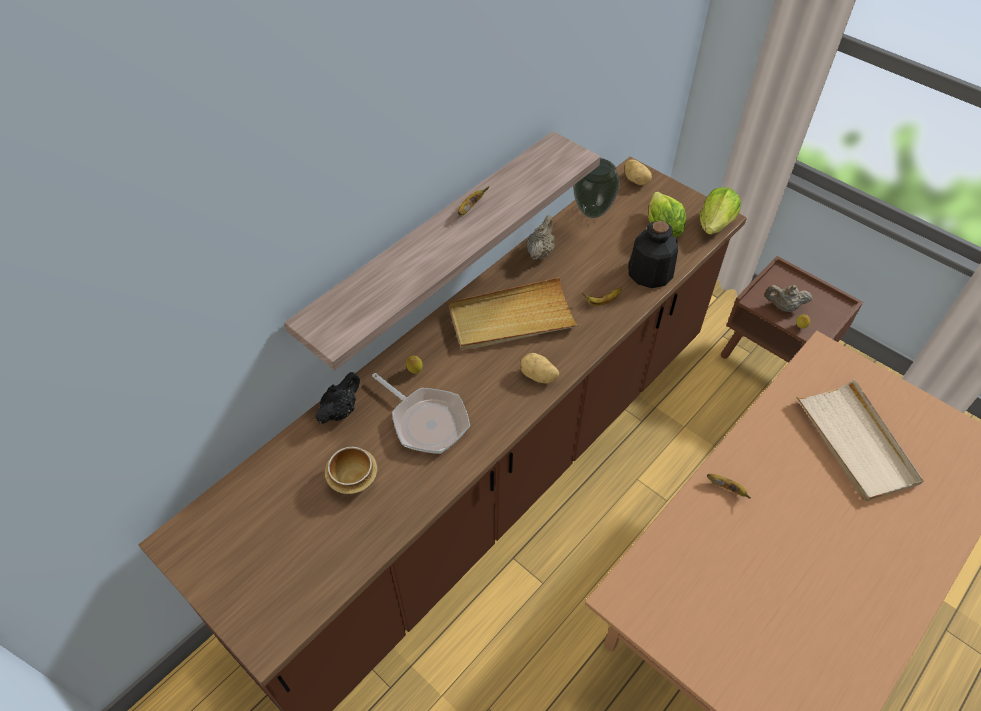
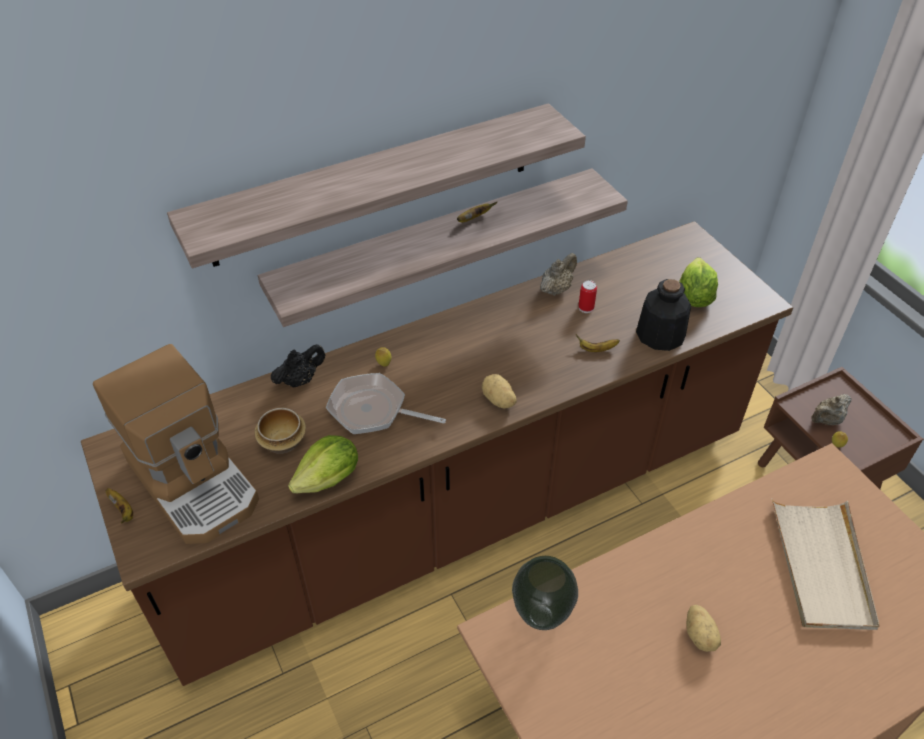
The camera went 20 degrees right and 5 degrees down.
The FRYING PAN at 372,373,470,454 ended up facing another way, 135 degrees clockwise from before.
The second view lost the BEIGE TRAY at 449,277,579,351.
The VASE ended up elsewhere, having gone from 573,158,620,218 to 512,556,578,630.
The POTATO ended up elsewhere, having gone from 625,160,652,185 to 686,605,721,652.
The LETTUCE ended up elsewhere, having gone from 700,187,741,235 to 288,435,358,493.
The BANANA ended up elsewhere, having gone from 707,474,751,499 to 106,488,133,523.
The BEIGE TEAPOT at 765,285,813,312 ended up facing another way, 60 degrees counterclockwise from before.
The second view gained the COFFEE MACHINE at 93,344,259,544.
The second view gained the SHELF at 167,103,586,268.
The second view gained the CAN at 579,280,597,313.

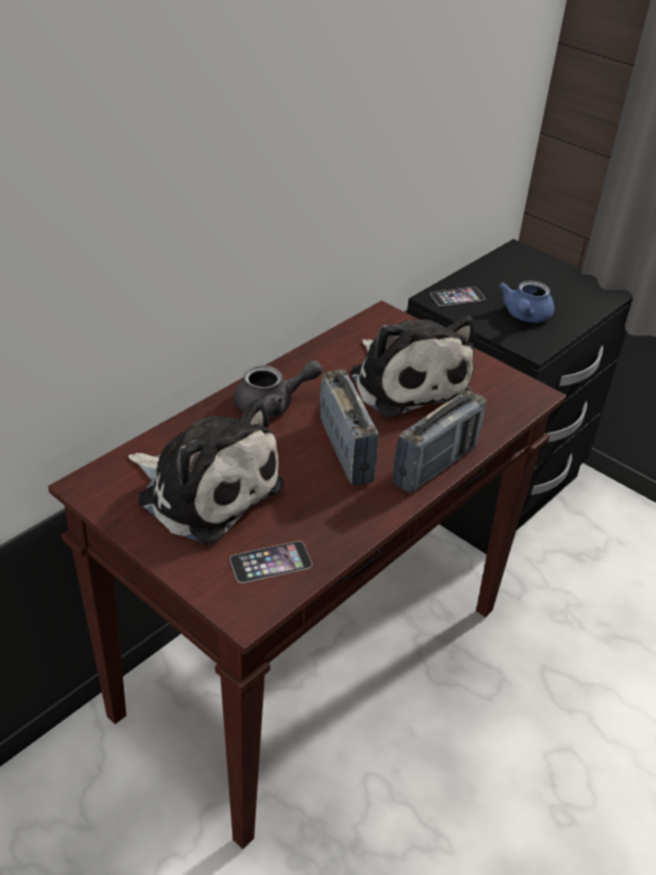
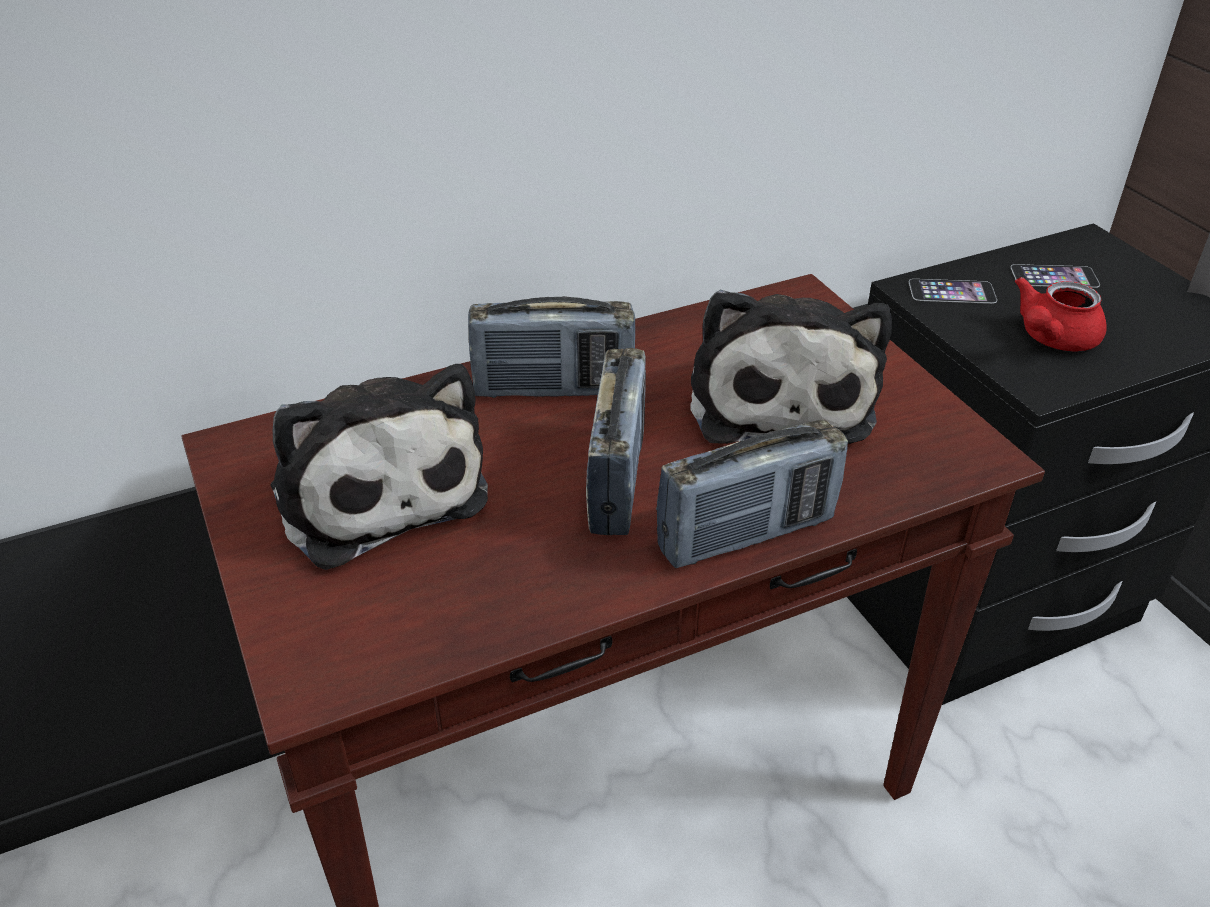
The camera went 25 degrees right and 0 degrees up.
The PHONE ended up elsewhere, having gone from 230,541,313,583 to 1011,264,1100,288.
Where the GREY TEAPOT stood at 234,360,323,418, the RADIO came to stand at 468,296,635,398.
What was the BLUE TEAPOT at 499,281,554,323 turned into the RED TEAPOT at 1015,277,1107,351.

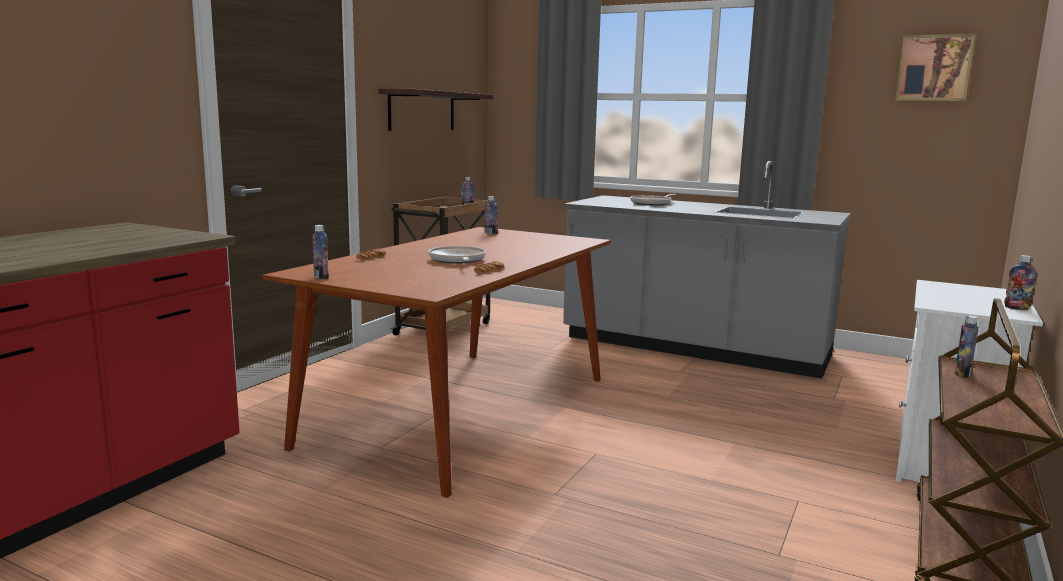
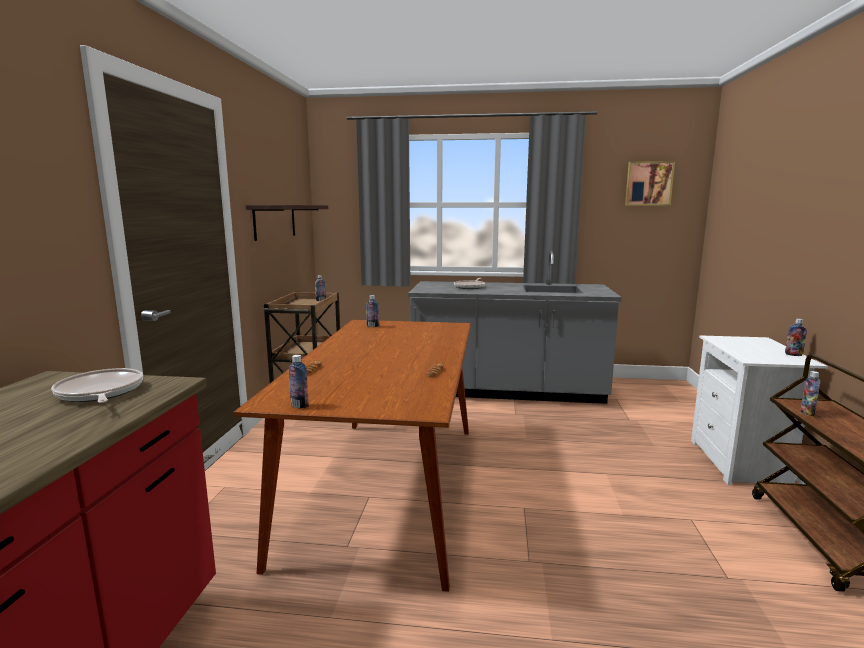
The camera went 20 degrees left and 0 degrees up.
The FRYING PAN ended up elsewhere, having gone from 428,246,486,264 to 51,368,143,403.

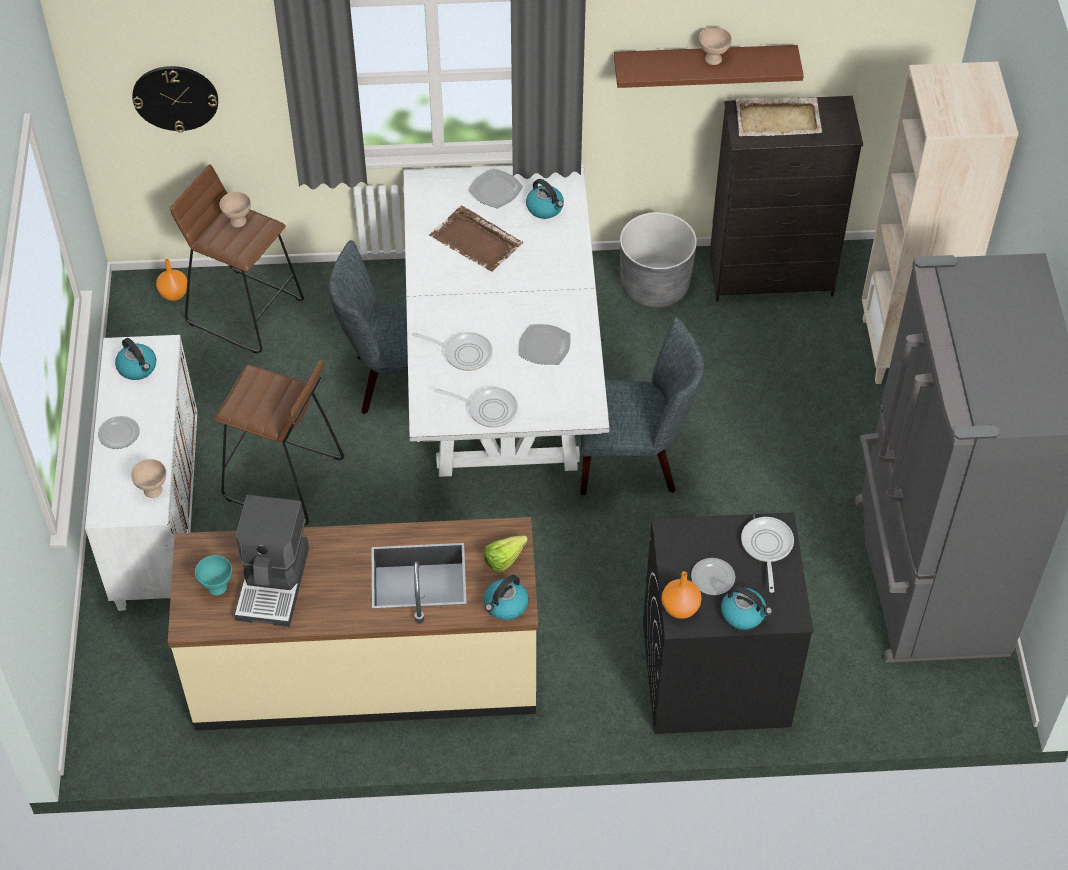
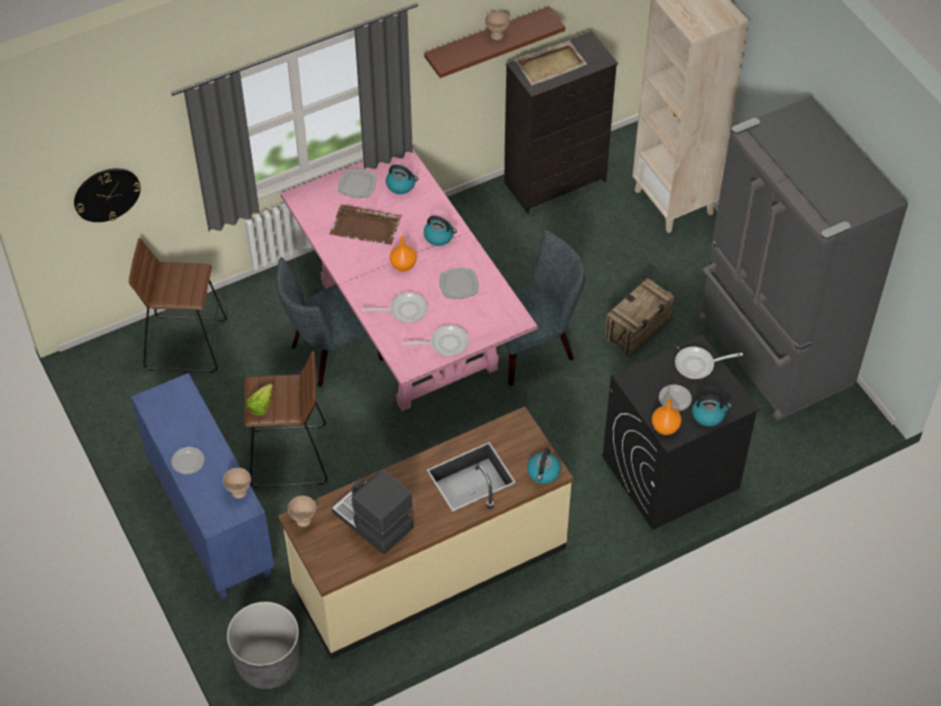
The camera went 25 degrees left and 0 degrees up.
What was the WHITE CABINET at 85,335,197,611 turned into the BLUE CABINET at 131,373,274,598.
The KETTLE ended up elsewhere, having gone from 115,338,156,380 to 424,216,457,246.
The ORANGE VASE ended up elsewhere, having gone from 156,259,187,301 to 390,236,417,272.
The second view lost the TURQUOISE BOWL at 195,555,232,596.
The BEIGE BOWL ended up elsewhere, having gone from 219,192,251,227 to 288,496,316,527.
The COFFEE MACHINE at 234,495,309,627 ended up facing another way, 150 degrees clockwise from before.
What was the WHITE DINING TABLE at 403,163,610,477 turned into the PINK DINING TABLE at 280,149,538,411.
The LETTUCE ended up elsewhere, having gone from 483,536,528,573 to 246,384,273,416.
The GREY PLANTER ended up elsewhere, having gone from 620,212,697,308 to 227,602,300,689.
The FRYING PAN at 741,517,794,593 ended up facing another way, 75 degrees counterclockwise from before.
The second view gained the CRATE at 604,278,674,355.

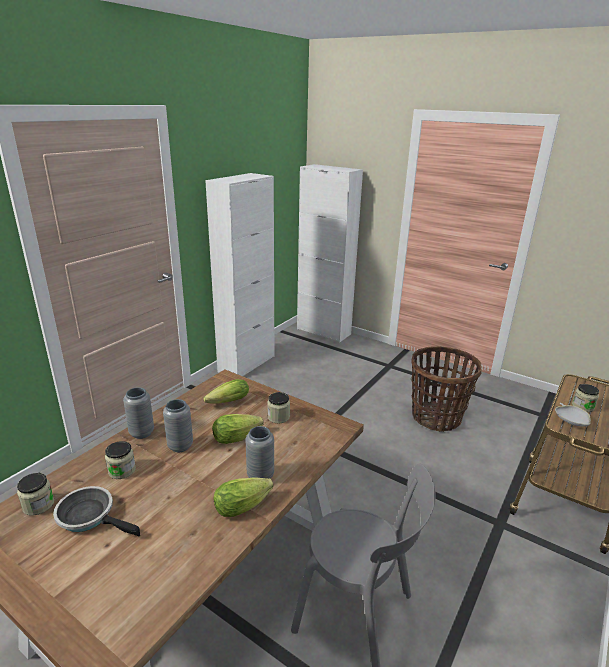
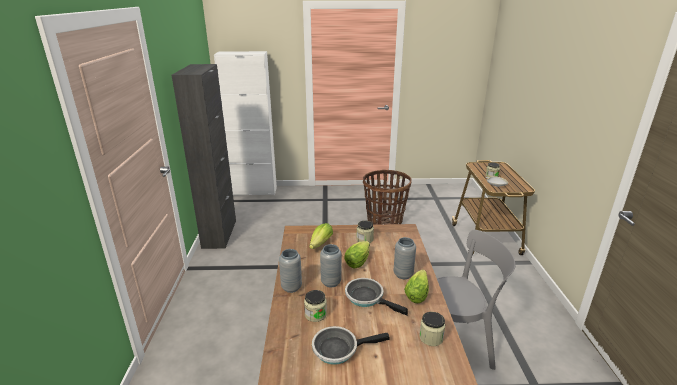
The camera went 35 degrees left and 0 degrees up.
The JAR ended up elsewhere, having gone from 17,473,54,515 to 419,312,445,346.
What was the WHITE CABINET at 205,173,274,376 turned into the BLACK CABINET at 172,64,236,249.
The second view gained the FRYING PAN at 345,278,408,315.

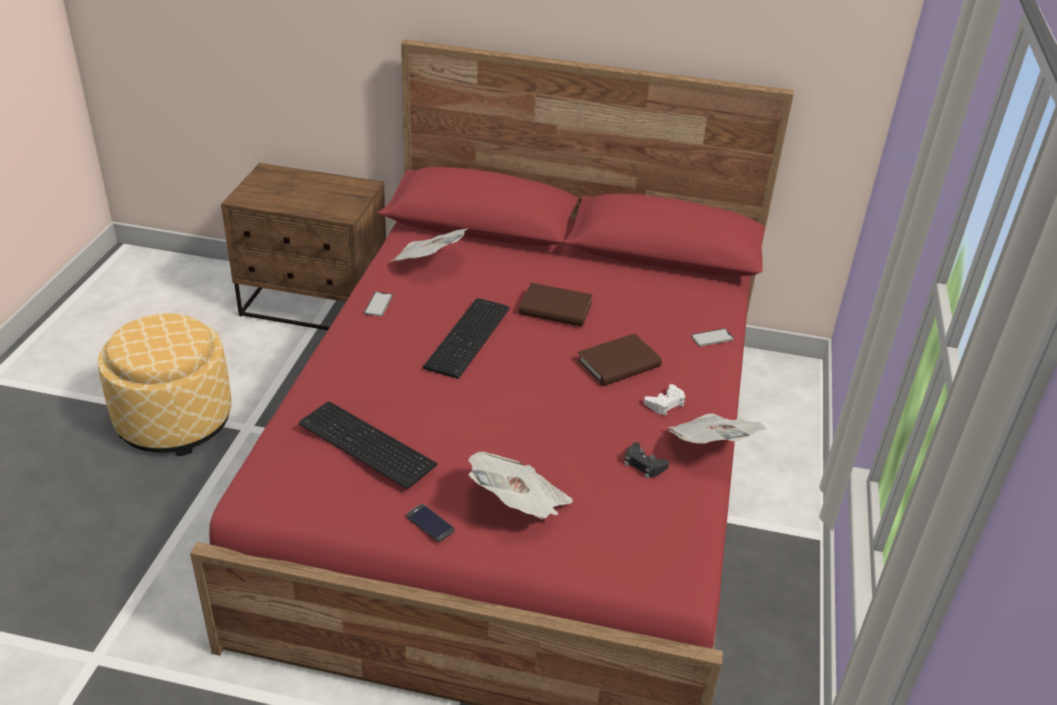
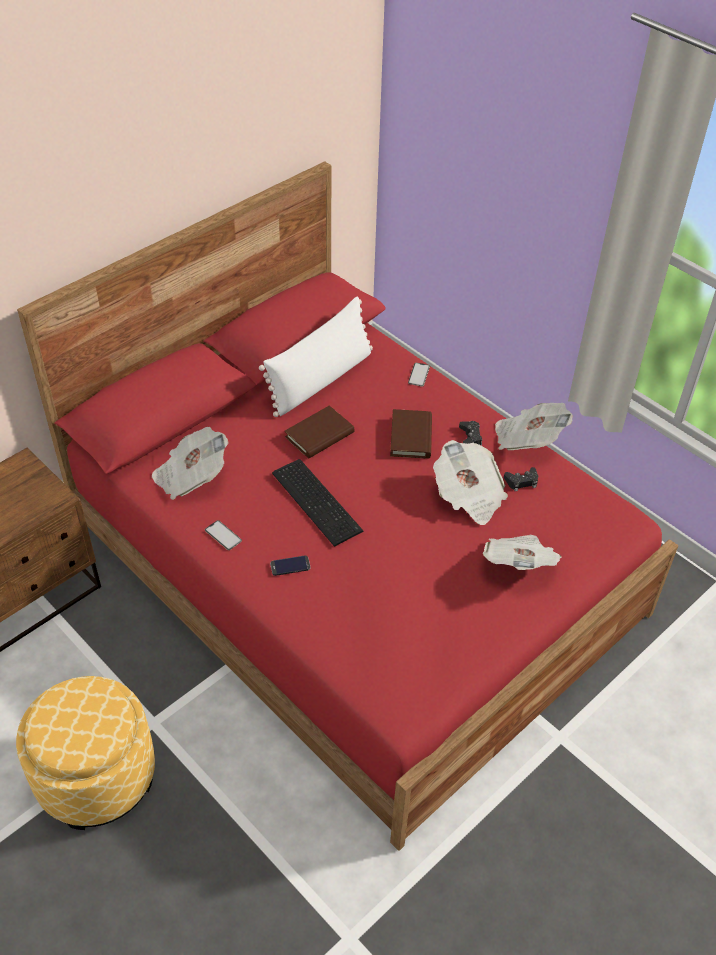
The camera went 55 degrees left and 10 degrees up.
The second view lost the KEYBOARD at 299,402,438,489.
The PHONE ended up elsewhere, having gone from 406,504,454,542 to 270,556,310,576.
What was the WHITE GAME CONTROLLER at 644,384,685,416 turned into the BLACK GAME CONTROLLER at 459,421,482,445.
The second view gained the WHITE PILLOW at 259,297,373,417.
The second view gained the NEWSPAPER at 433,440,508,525.

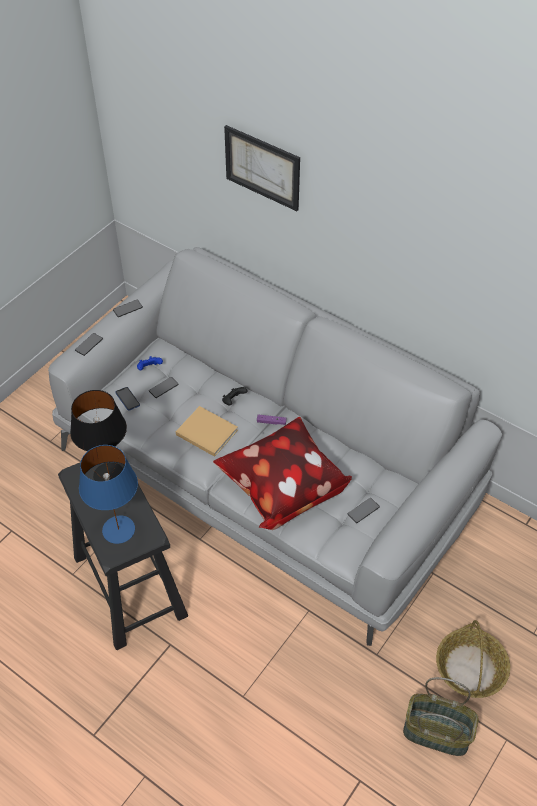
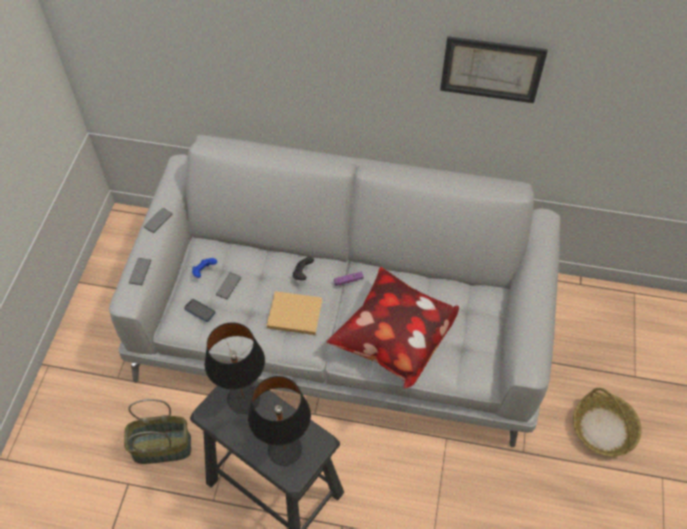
The camera went 25 degrees left and 5 degrees up.
What was the BLUE TABLE LAMP at 79,445,138,544 turned into the BLACK TABLE LAMP at 248,376,311,466.
The PICTURE ended up elsewhere, having gone from 224,125,300,211 to 440,36,548,103.
The second view lost the PHONE at 348,498,380,523.
The BASKET ended up elsewhere, having gone from 403,677,479,756 to 124,399,191,464.

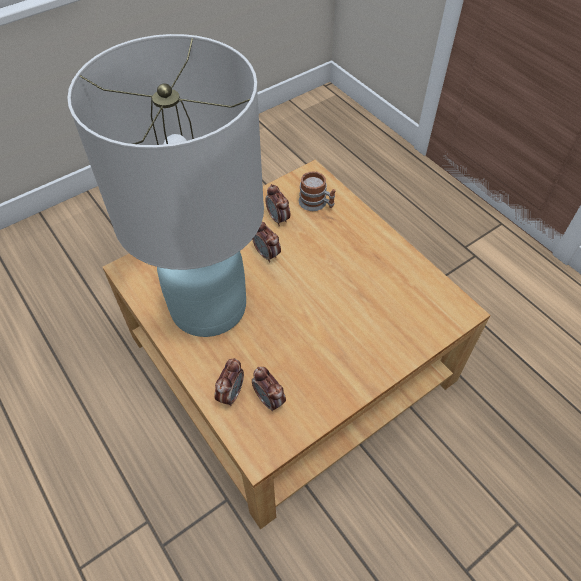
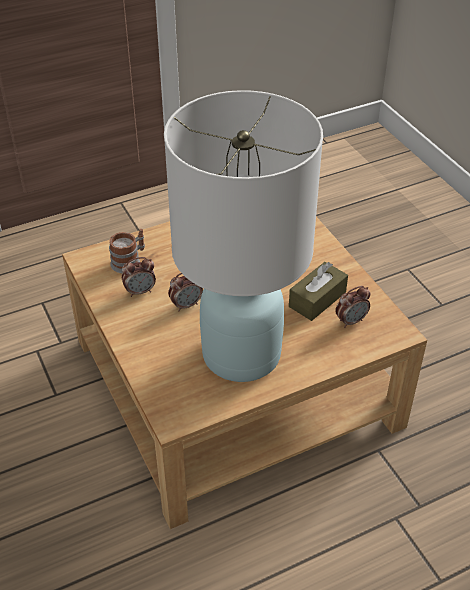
The camera went 80 degrees left and 10 degrees down.
The second view lost the ALARM CLOCK at 214,358,244,406.
The second view gained the BROWN TISSUE BOX at 289,262,348,321.

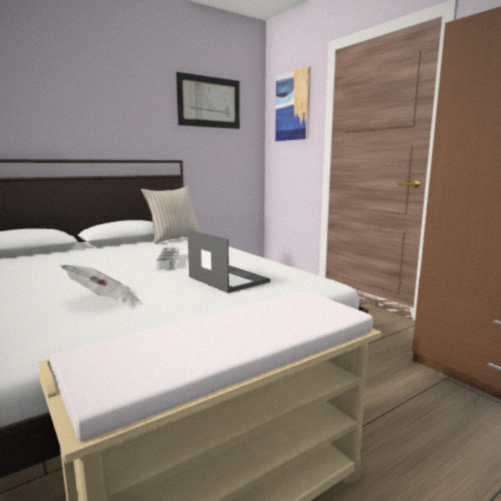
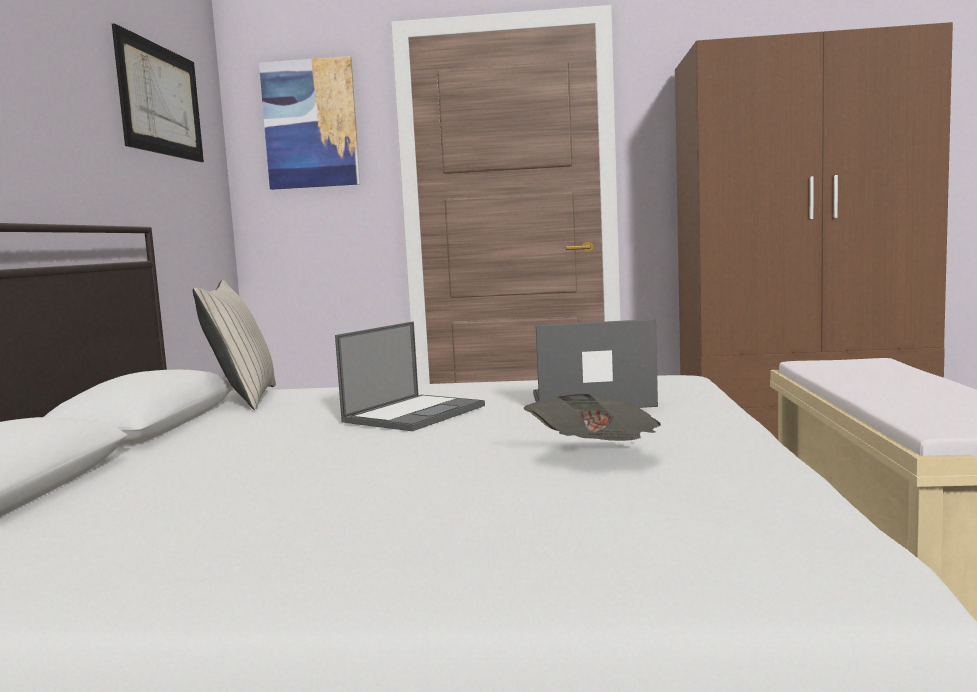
The camera went 50 degrees left and 5 degrees down.
Where the GREY TRAY stood at 156,247,179,270, the LAPTOP came to stand at 335,321,485,431.

